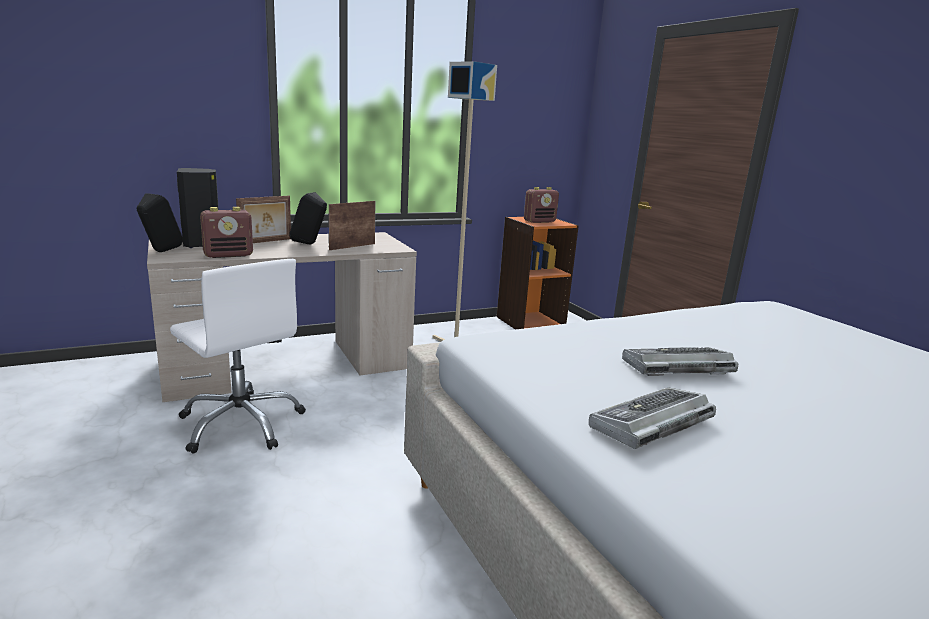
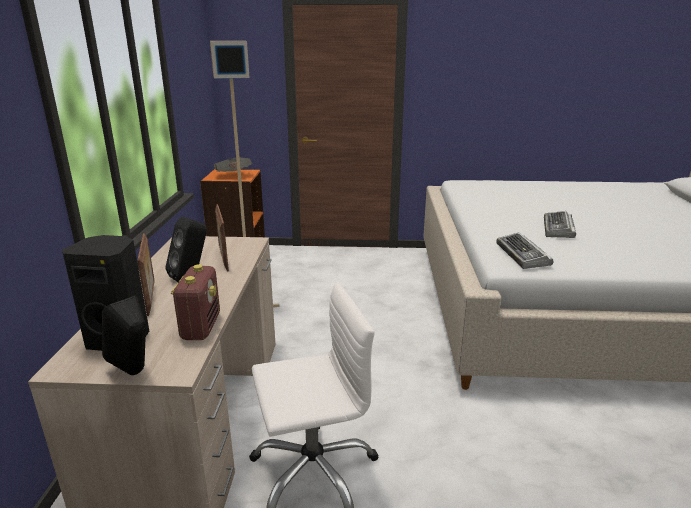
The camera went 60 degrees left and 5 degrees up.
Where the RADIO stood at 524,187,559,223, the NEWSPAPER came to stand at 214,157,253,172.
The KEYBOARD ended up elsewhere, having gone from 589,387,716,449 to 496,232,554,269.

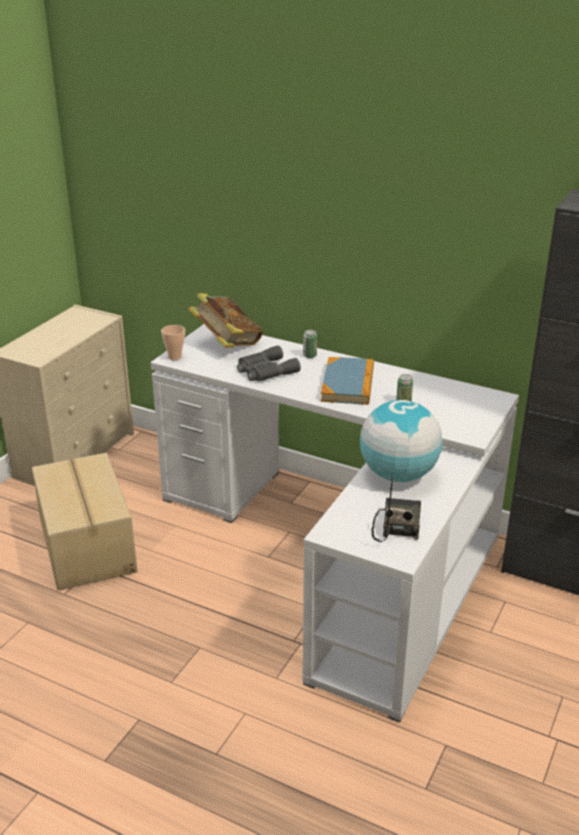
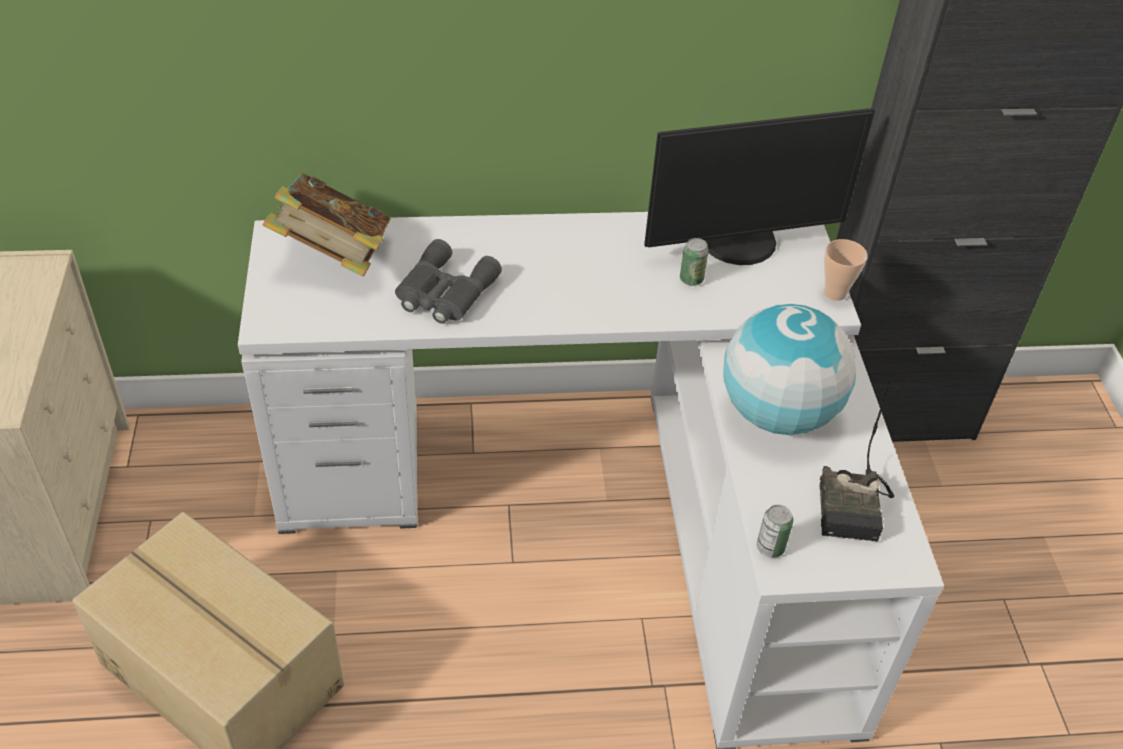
The camera went 35 degrees left and 15 degrees up.
The CUP ended up elsewhere, having gone from 161,325,185,360 to 824,239,868,301.
The CAN ended up elsewhere, having gone from 303,330,317,358 to 757,505,793,557.
The second view lost the BOOK at 321,357,374,405.
The RADIO at 372,475,421,542 ended up facing another way, 150 degrees counterclockwise from before.
The second view gained the MONITOR at 644,108,875,265.

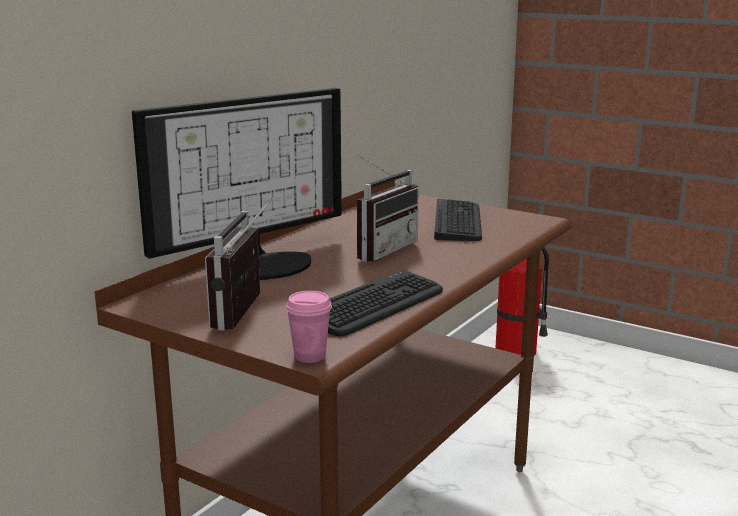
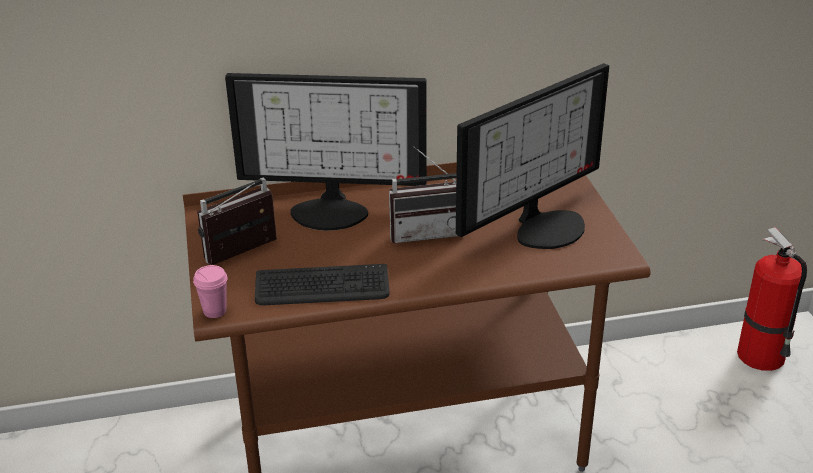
The camera went 45 degrees right and 15 degrees up.
Where the KEYBOARD stood at 434,199,482,241, the MONITOR came to stand at 456,63,609,249.

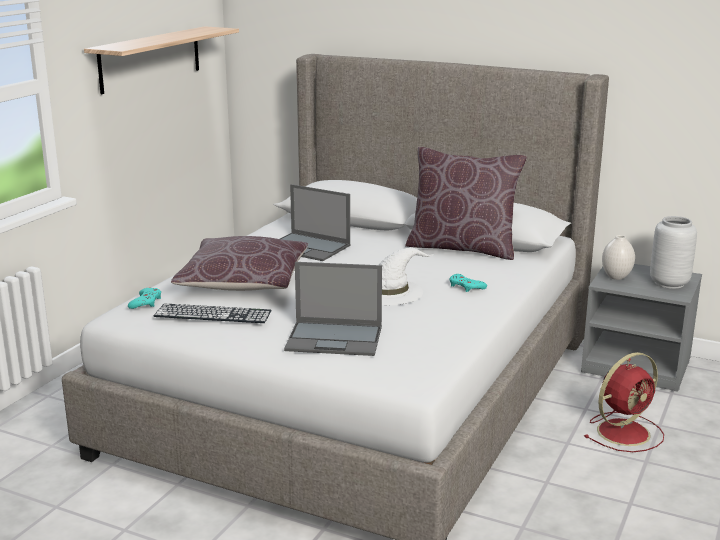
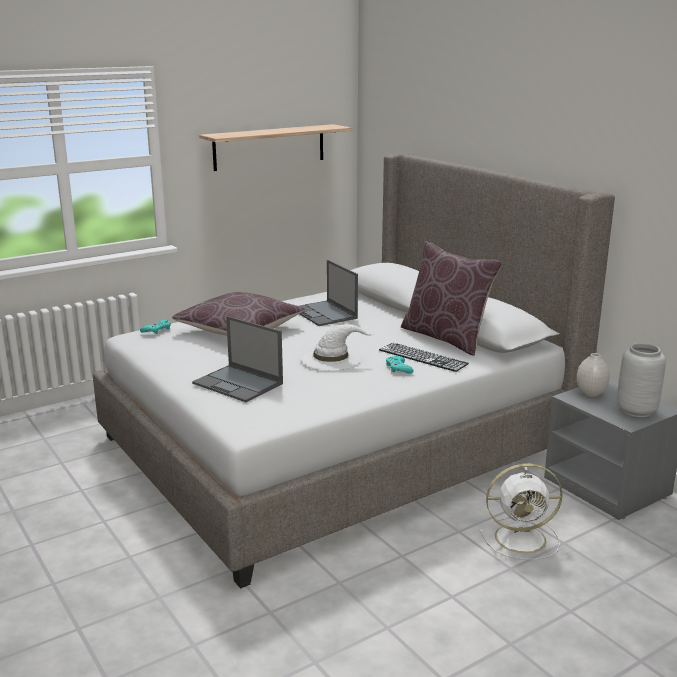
The camera went 30 degrees right and 0 degrees up.
The KEYBOARD ended up elsewhere, having gone from 154,303,271,323 to 379,343,469,372.
What was the RED FAN at 585,352,664,452 turned into the WHITE FAN at 479,463,563,560.

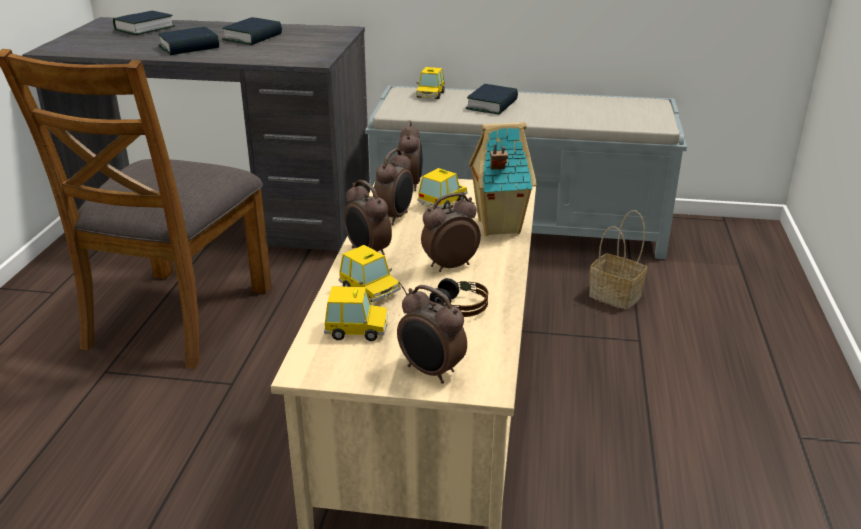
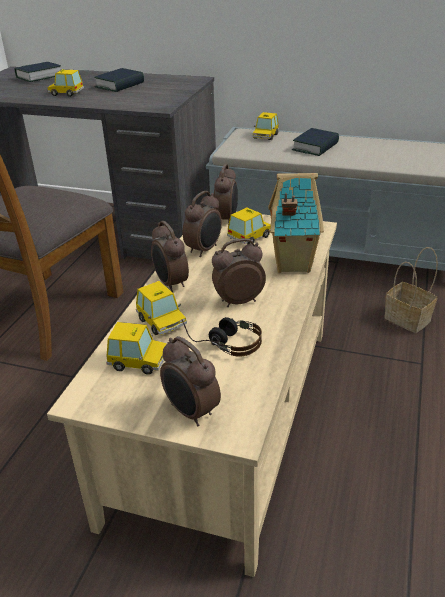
The camera went 10 degrees right and 5 degrees up.
Where the BOOK stood at 158,27,219,55, the TOY CAR came to stand at 47,69,84,97.

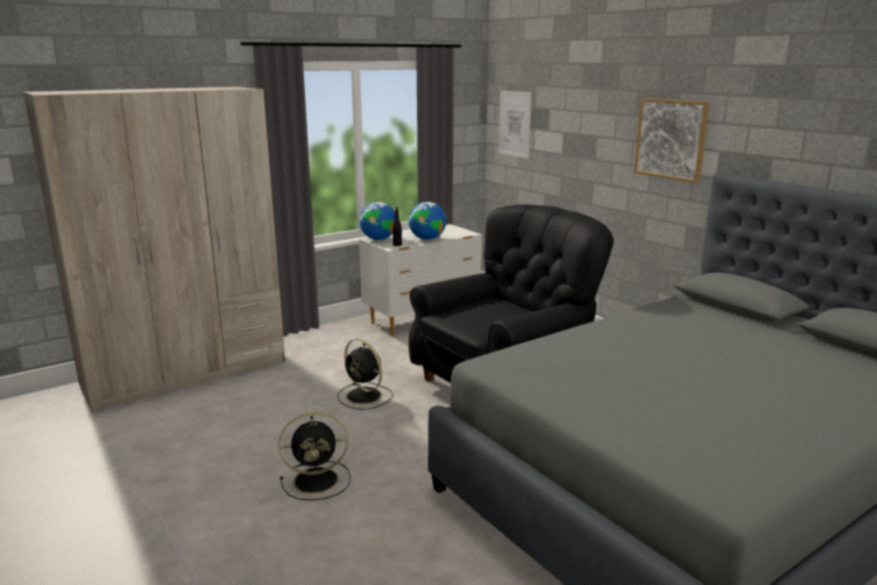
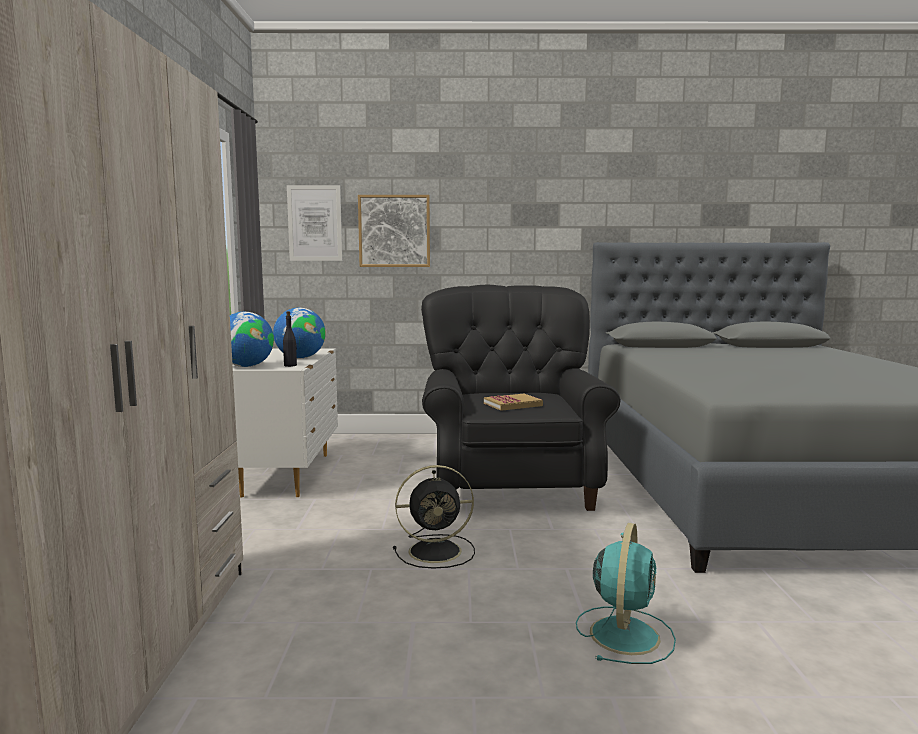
The camera went 55 degrees left and 10 degrees down.
What was the BLACK FAN at 279,412,351,500 turned into the TURQUOISE FAN at 576,523,676,664.
The PICTURE ended up elsewhere, having gone from 634,98,710,183 to 358,195,430,267.
The second view gained the BOOK at 484,394,543,411.

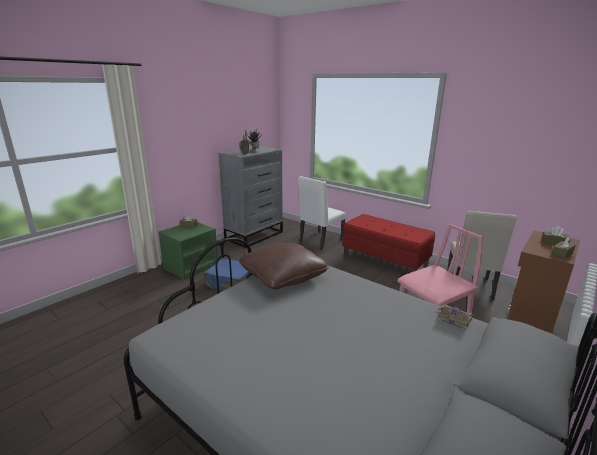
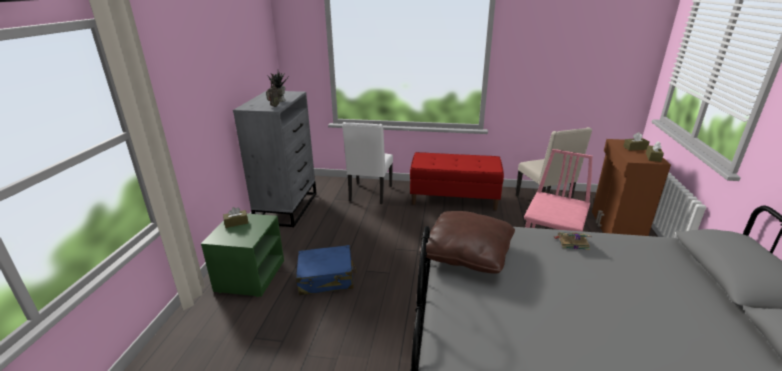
The camera went 30 degrees left and 5 degrees up.
The BOOK ended up elsewhere, having gone from 437,305,473,330 to 554,232,592,250.

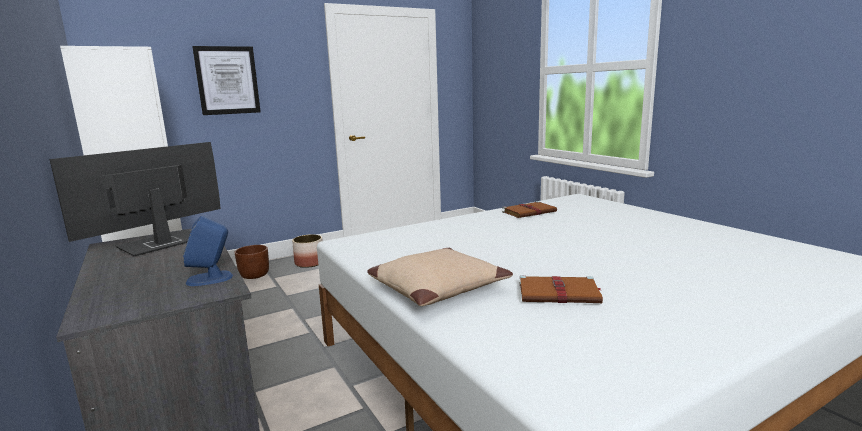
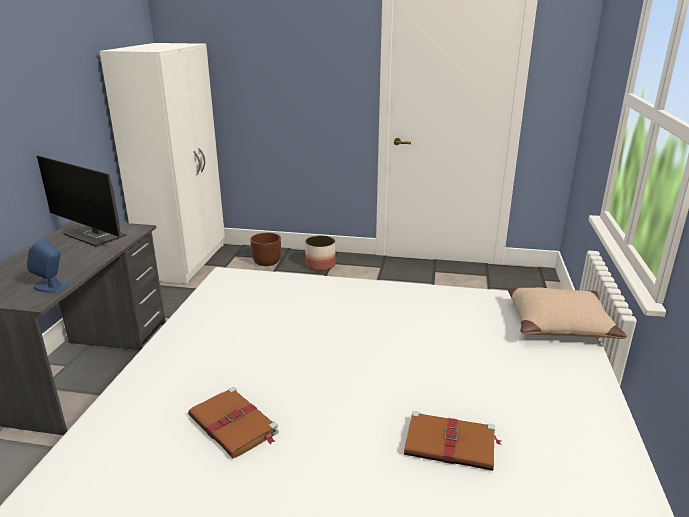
The camera went 40 degrees right and 10 degrees up.
The MONITOR at 50,142,221,257 ended up facing another way, 135 degrees counterclockwise from before.
The second view lost the PICTURE at 192,46,261,115.
The BEIGE PILLOW ended up elsewhere, having gone from 367,248,513,306 to 508,287,627,339.
The BROWN BOOK ended up elsewhere, having gone from 502,201,557,218 to 404,411,502,471.

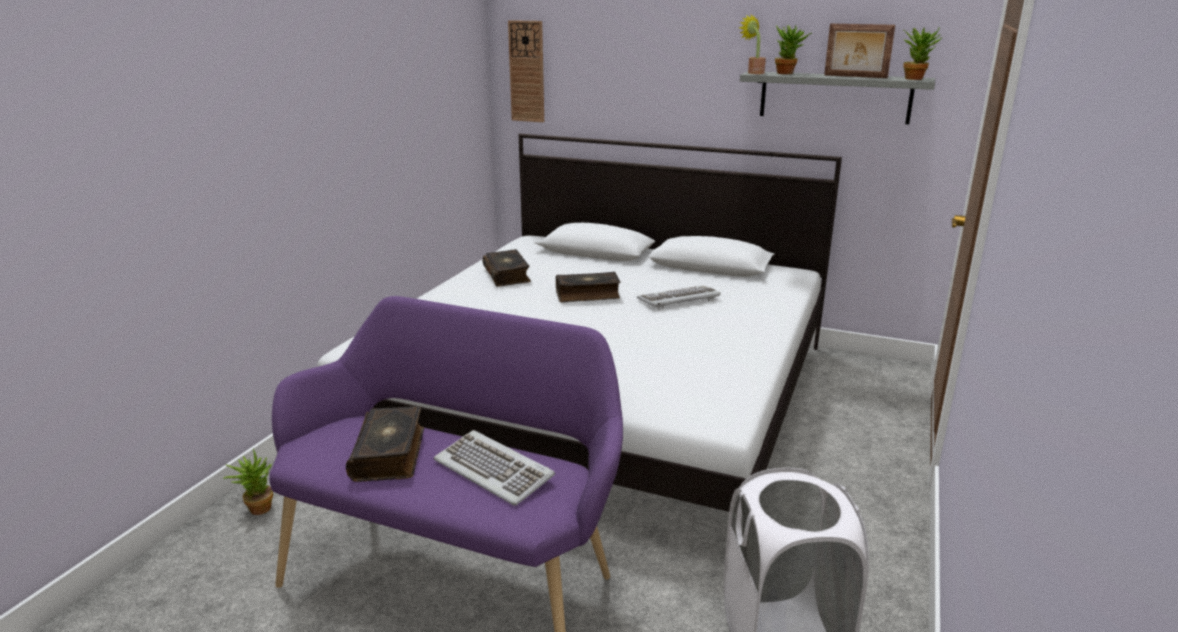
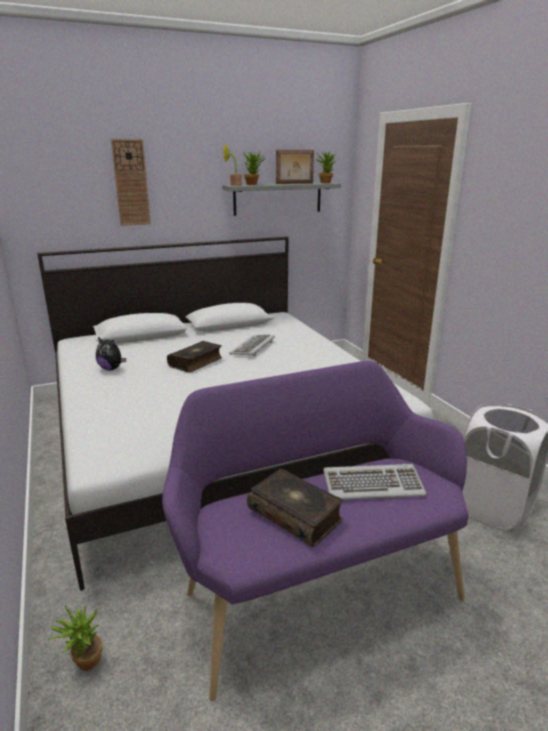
The camera went 45 degrees left and 0 degrees up.
Where the BOOK stood at 482,249,531,287, the PLUSH TOY came to stand at 96,337,126,370.
The WALL CLOCK ended up elsewhere, having gone from 508,20,544,122 to 111,139,151,226.

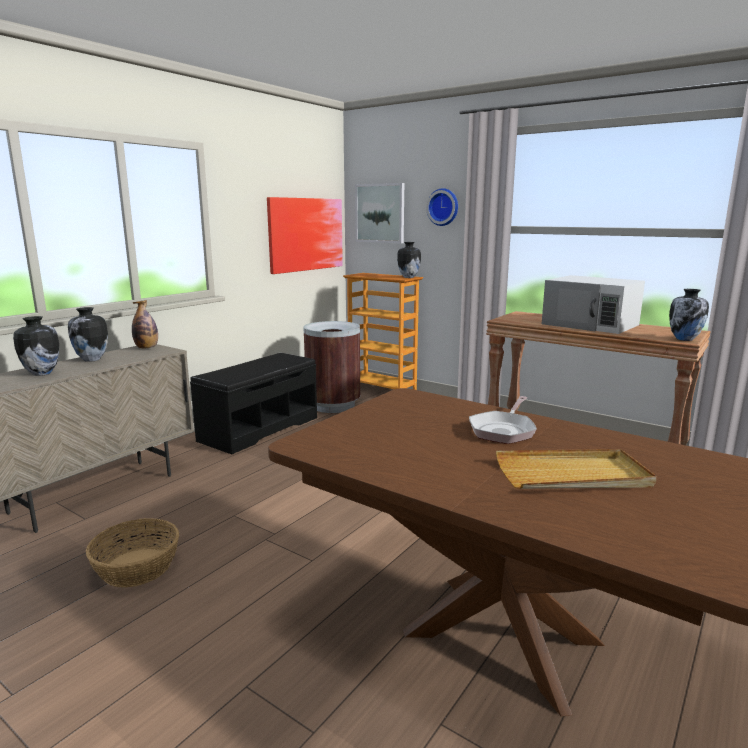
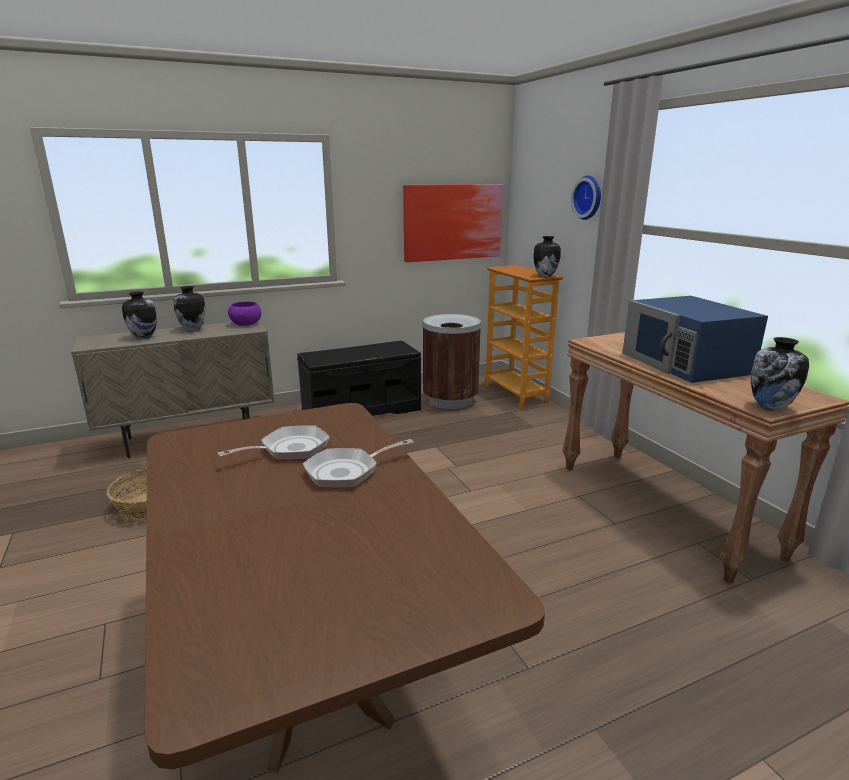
The camera went 30 degrees right and 5 degrees up.
Where the BOTTLE stood at 132,300,158,349, the PURPLE BOWL came to stand at 228,302,261,326.
The second view lost the PICTURE at 355,183,404,243.
The second view lost the BEIGE TRAY at 496,449,657,489.
What was the WHITE MICROWAVE at 542,275,645,334 turned into the BLUE MICROWAVE at 622,296,768,383.
The second view gained the FRYING PAN at 217,425,330,460.

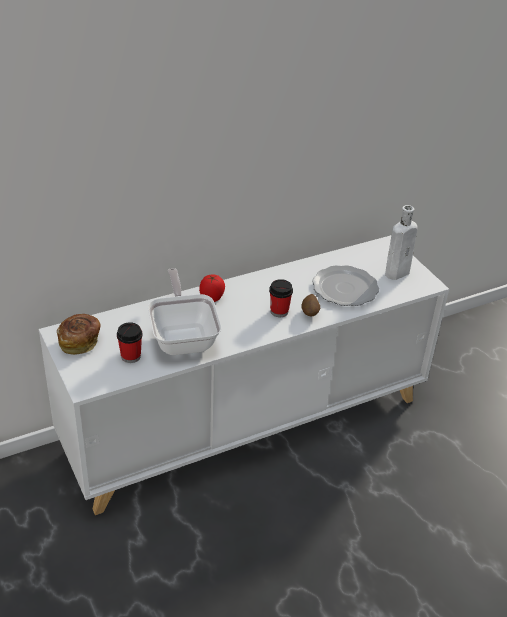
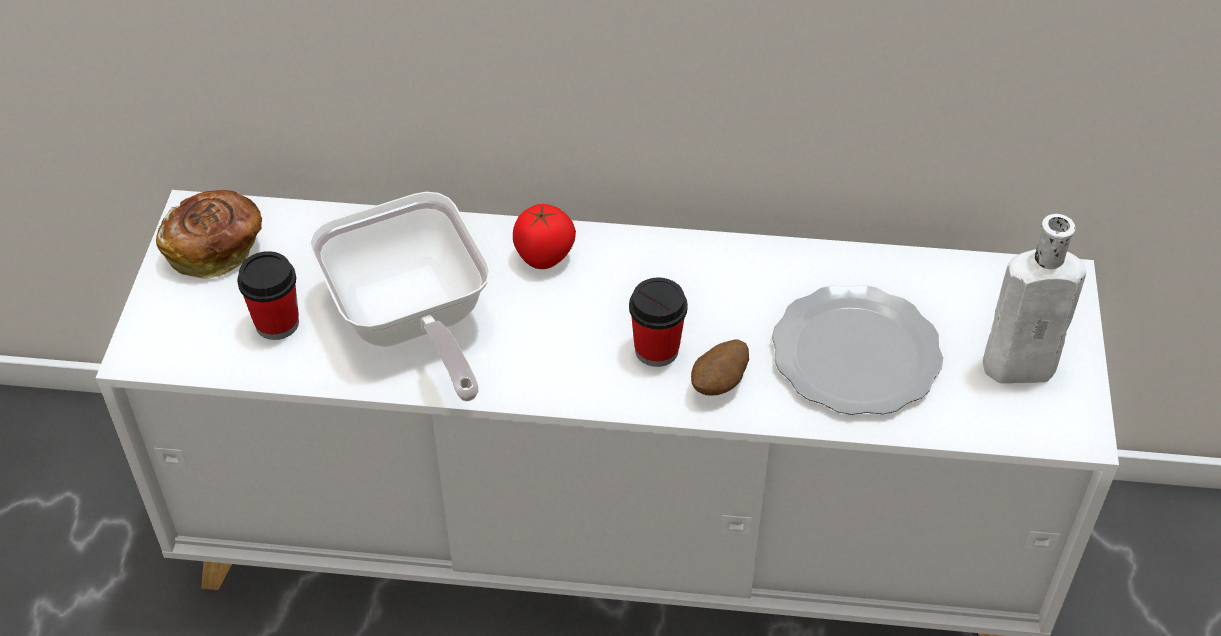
The camera went 35 degrees right and 10 degrees up.
The FRYING PAN at 148,268,221,355 ended up facing another way, 135 degrees clockwise from before.

